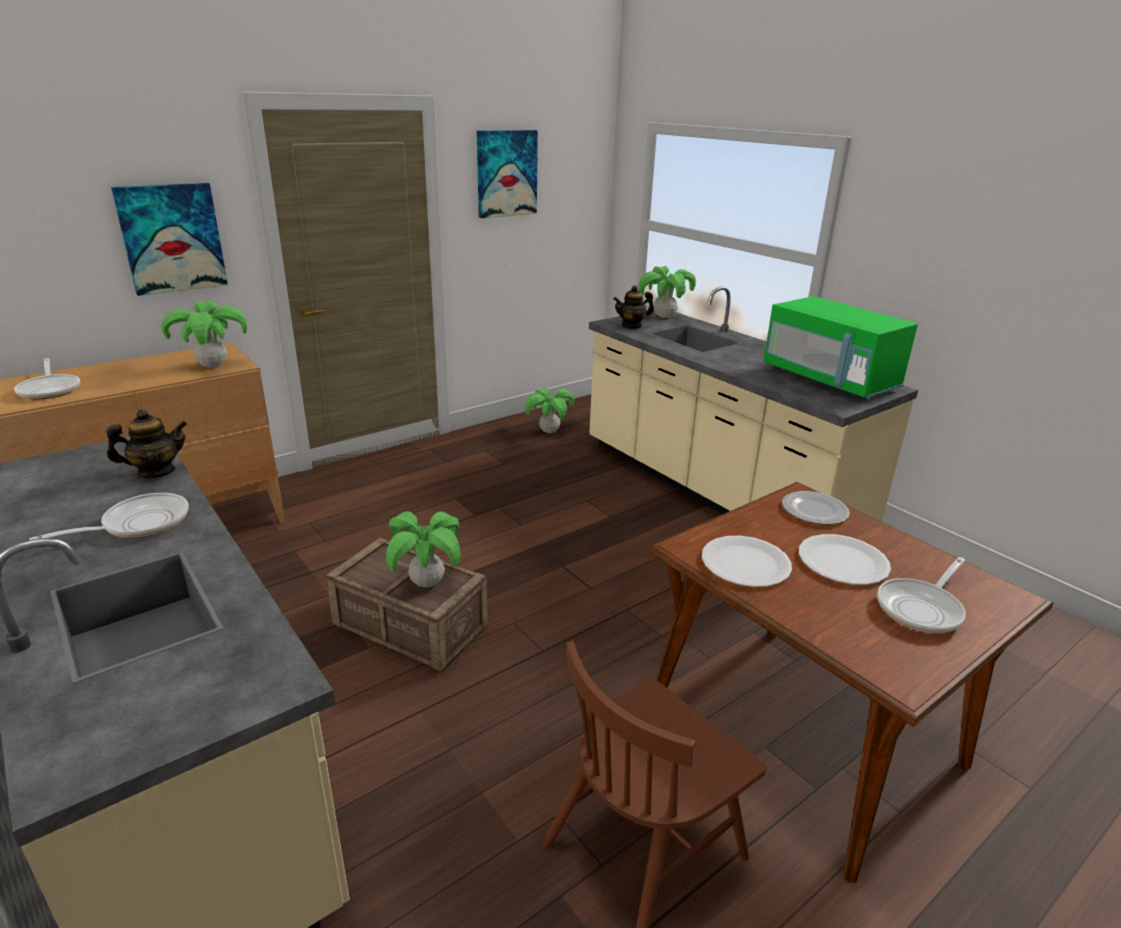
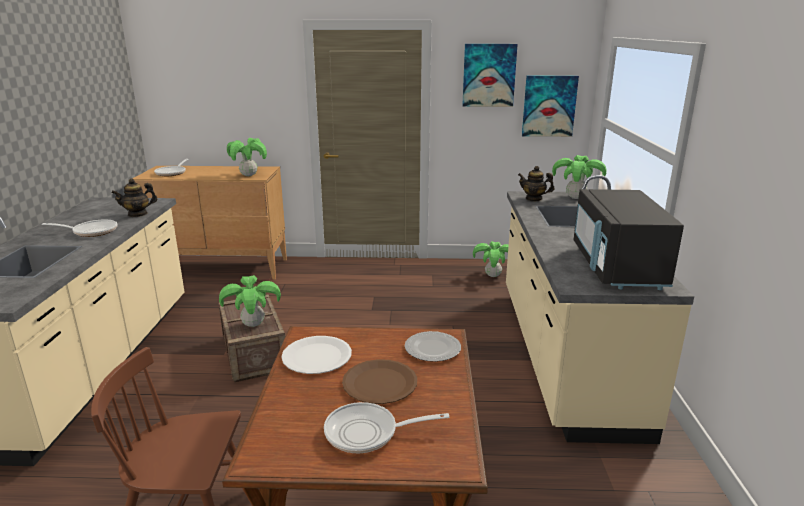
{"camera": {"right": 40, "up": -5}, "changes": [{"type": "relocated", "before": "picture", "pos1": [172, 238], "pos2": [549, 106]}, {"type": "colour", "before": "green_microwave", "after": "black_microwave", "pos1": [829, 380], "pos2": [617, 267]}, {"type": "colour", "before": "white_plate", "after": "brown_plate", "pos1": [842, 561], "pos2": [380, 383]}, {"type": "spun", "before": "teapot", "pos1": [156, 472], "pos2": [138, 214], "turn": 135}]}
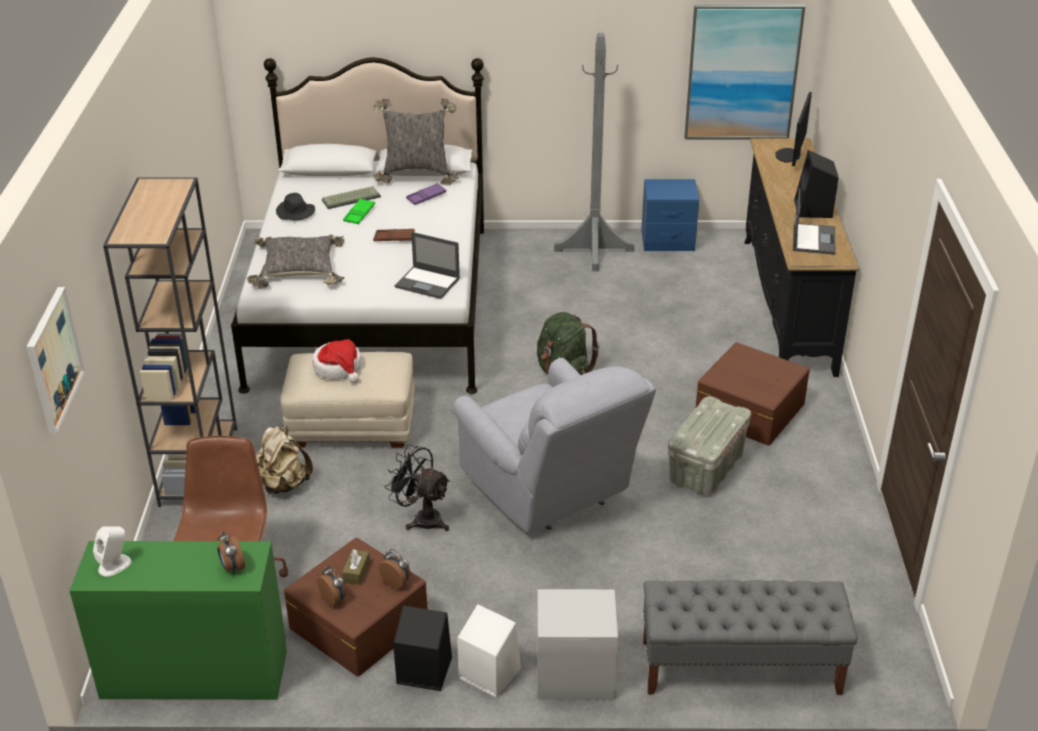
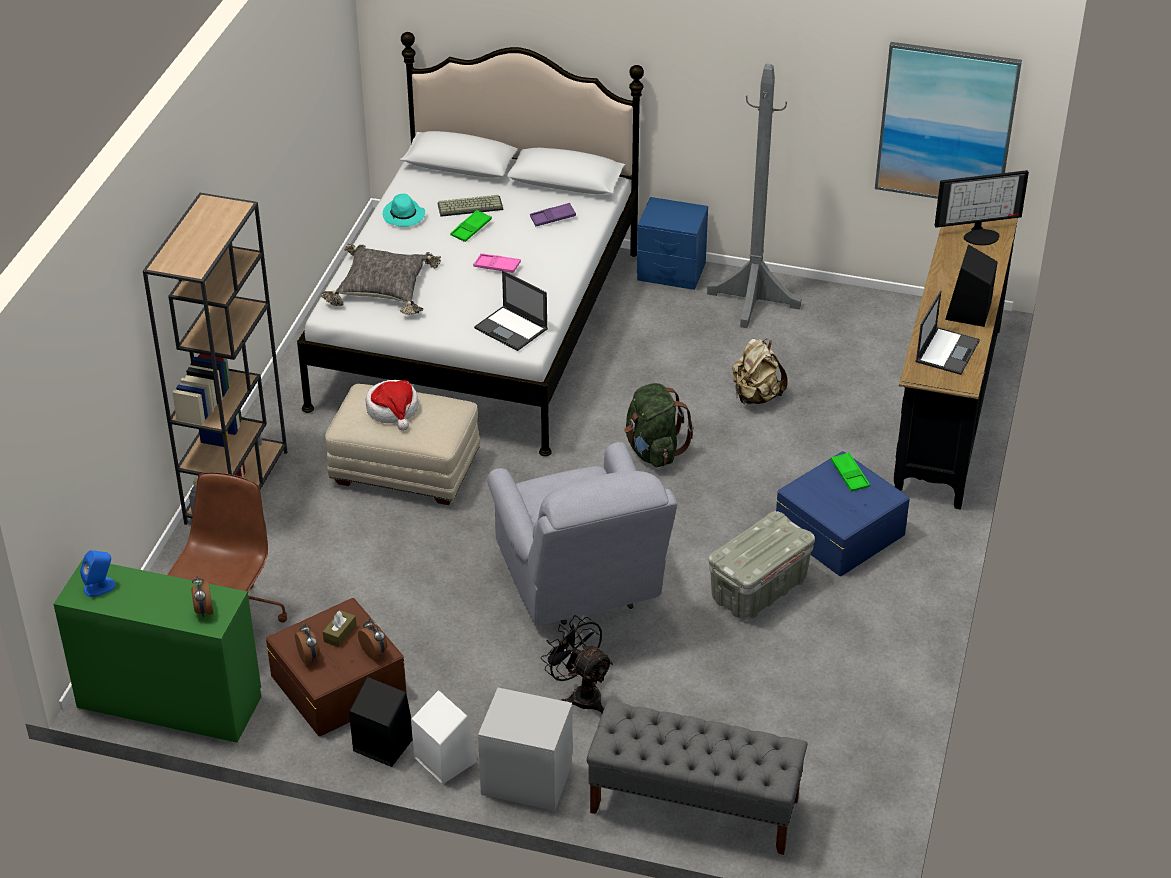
{"camera": {"right": 15, "up": 5}, "changes": [{"type": "missing", "before": "picture", "pos1": [53, 359]}, {"type": "missing", "before": "pillow", "pos1": [417, 178]}, {"type": "appeared", "after": "green_tray", "pos2": [849, 475]}, {"type": "relocated", "before": "beige_backpack", "pos1": [283, 484], "pos2": [756, 396]}, {"type": "relocated", "before": "black_fan", "pos1": [421, 518], "pos2": [581, 695]}, {"type": "relocated", "before": "blue_nightstand", "pos1": [667, 241], "pos2": [671, 272]}, {"type": "colour", "before": "white_speaker", "after": "blue_speaker", "pos1": [115, 565], "pos2": [100, 587]}, {"type": "colour", "before": "black_hat", "after": "turquoise_hat", "pos1": [296, 213], "pos2": [404, 216]}, {"type": "colour", "before": "brown_tray", "after": "pink_tray", "pos1": [394, 238], "pos2": [497, 266]}, {"type": "colour", "before": "brown_storage_box", "after": "blue_storage_box", "pos1": [749, 409], "pos2": [839, 530]}, {"type": "spun", "before": "monitor", "pos1": [790, 156], "pos2": [980, 235], "turn": -135}]}
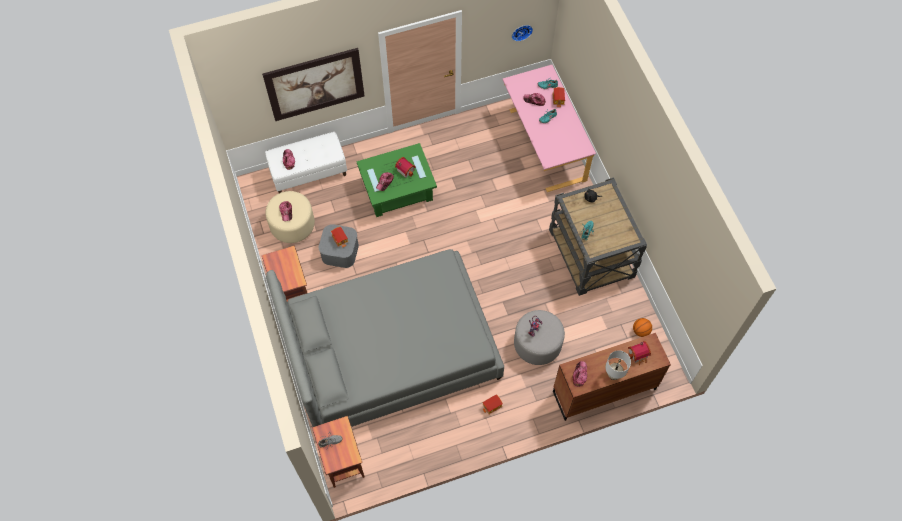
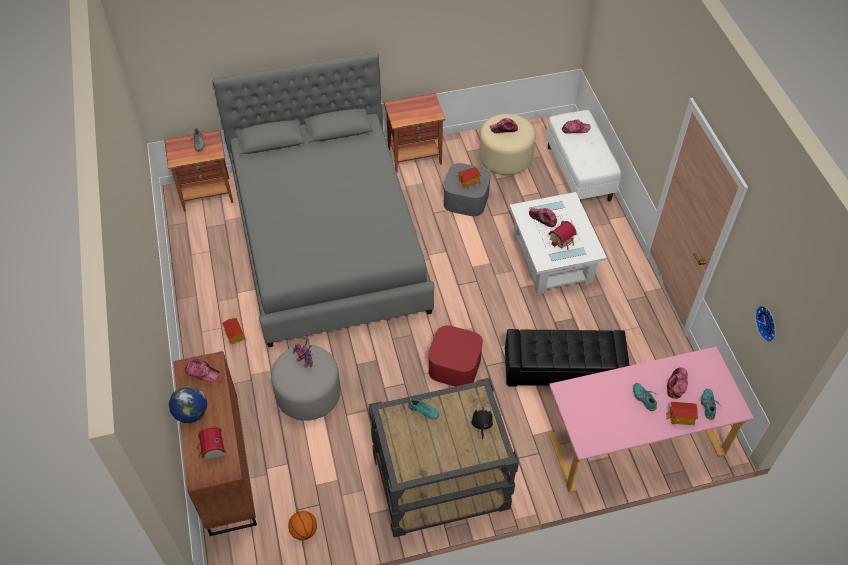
{"camera": {"right": 95, "up": -10}, "changes": [{"type": "missing", "before": "picture", "pos1": [315, 84]}, {"type": "appeared", "after": "red_storage_box", "pos2": [454, 365]}, {"type": "appeared", "after": "black_ottoman", "pos2": [563, 368]}, {"type": "exchanged", "before": "white_table_lamp", "after": "globe", "pos1": [613, 374], "pos2": [191, 413]}, {"type": "colour", "before": "green_coffee_table", "after": "white_coffee_table", "pos1": [398, 190], "pos2": [552, 258]}]}
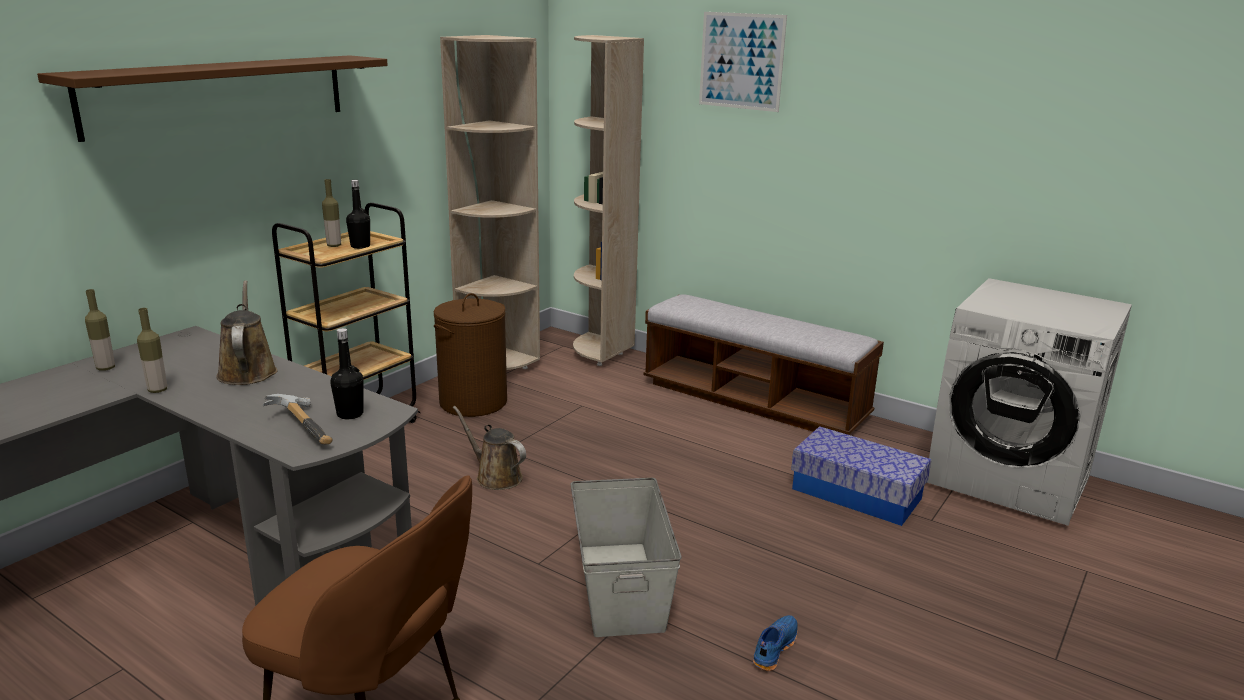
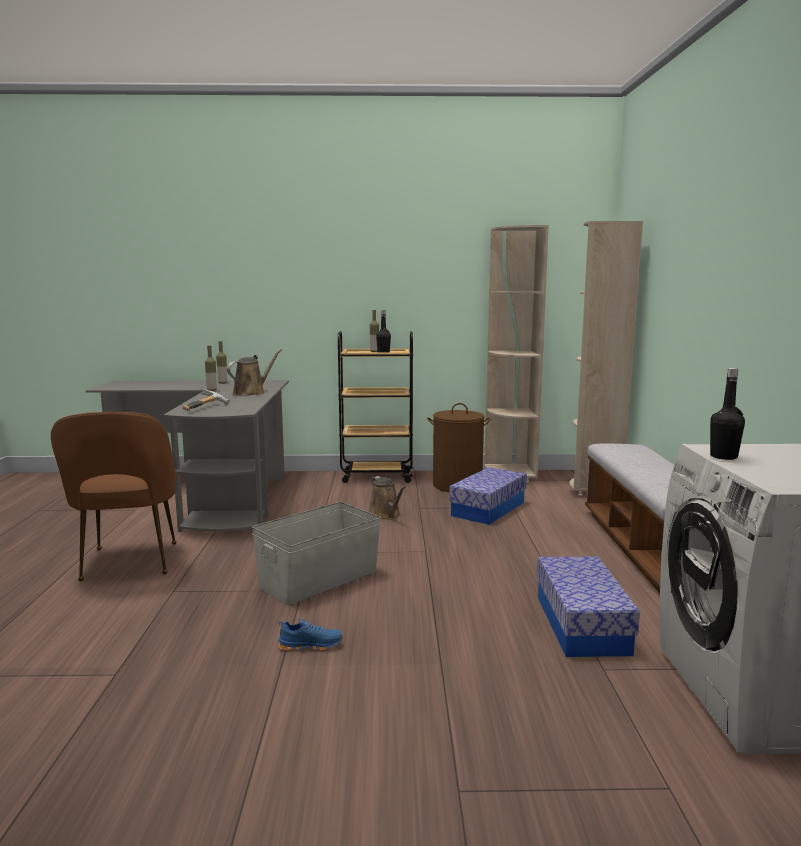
{"camera": {"right": 55, "up": -10}, "changes": [{"type": "missing", "before": "brown_shelf", "pos1": [220, 94]}, {"type": "missing", "before": "picture", "pos1": [741, 61]}, {"type": "appeared", "after": "storage_box", "pos2": [488, 509]}, {"type": "relocated", "before": "black_bottle", "pos1": [350, 414], "pos2": [723, 457]}, {"type": "spun", "before": "brown_watering_can", "pos1": [495, 476], "pos2": [386, 515], "turn": 150}]}
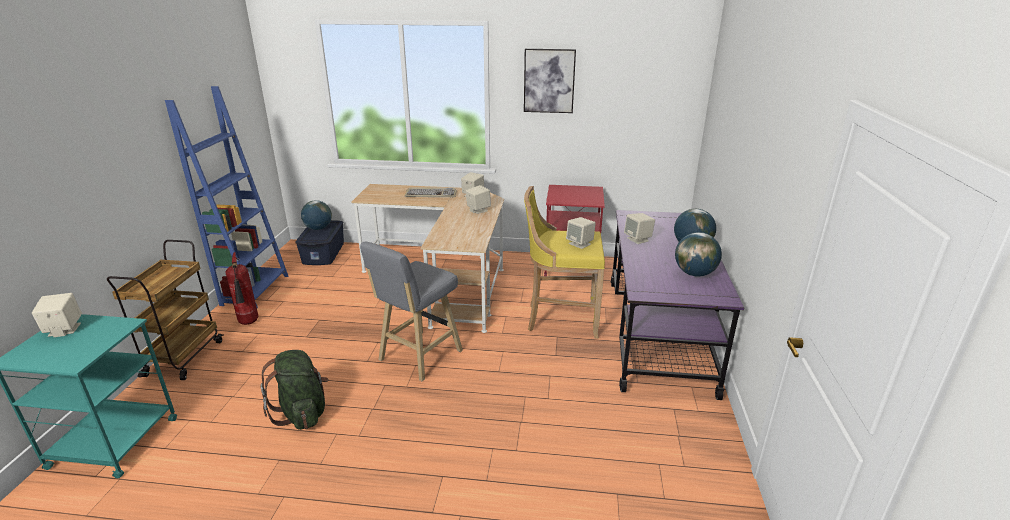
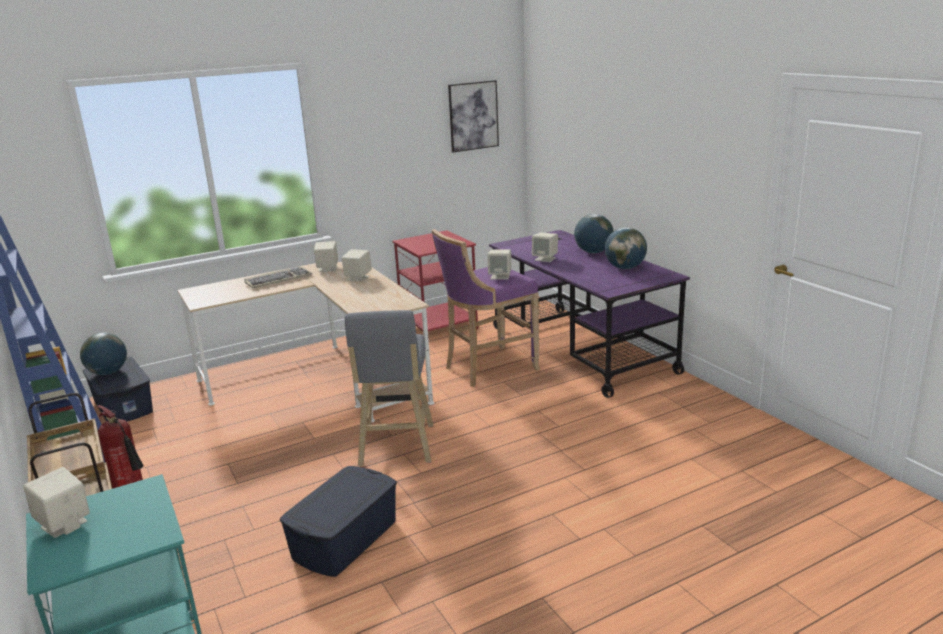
{"camera": {"right": -35, "up": -5}, "changes": [{"type": "relocated", "before": "picture", "pos1": [549, 81], "pos2": [473, 116]}, {"type": "exchanged", "before": "green_backpack", "after": "blue_storage_box", "pos1": [302, 413], "pos2": [344, 539]}, {"type": "colour", "before": "yellow_stool", "after": "purple_stool", "pos1": [560, 319], "pos2": [487, 368]}]}
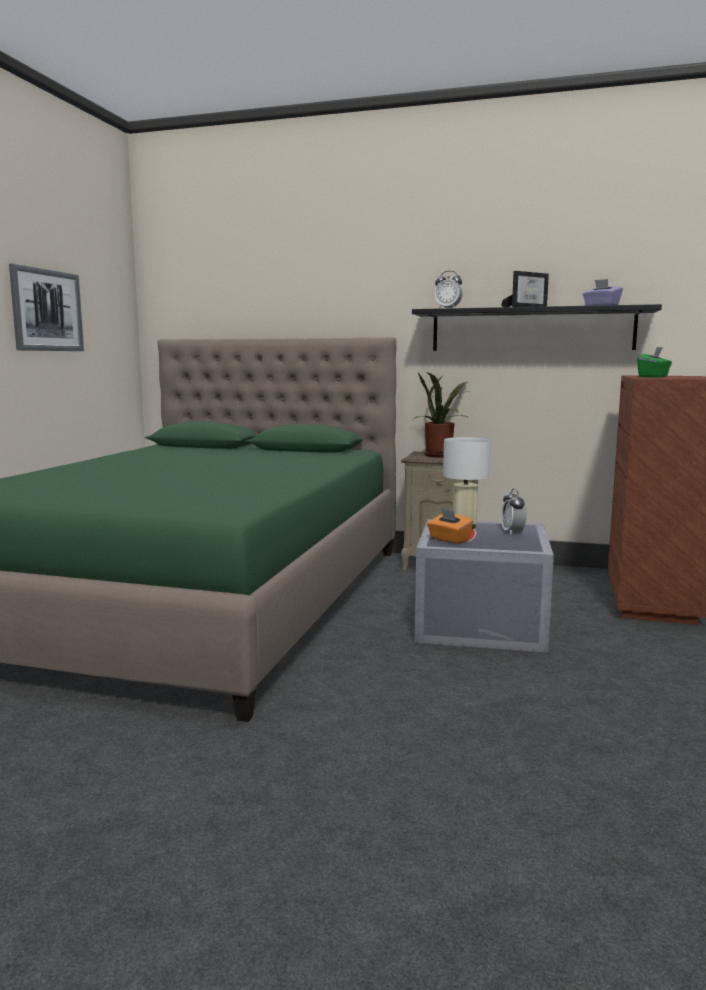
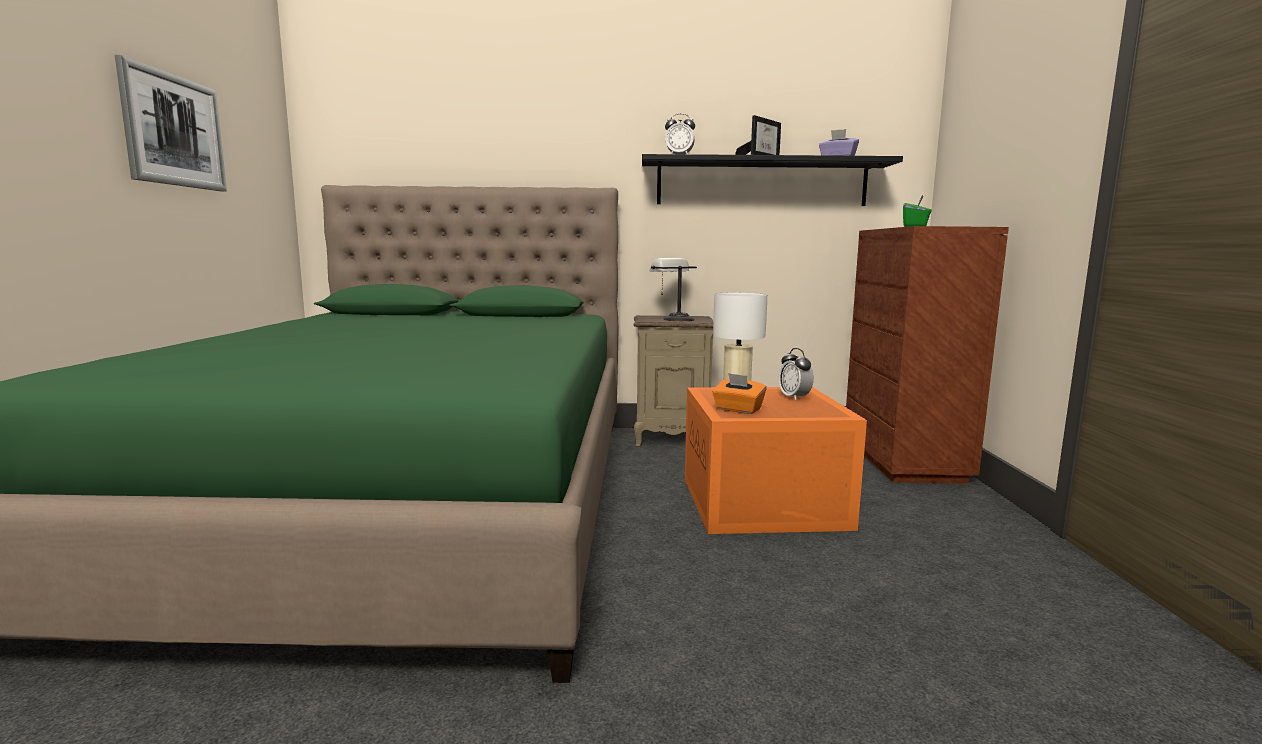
{"camera": {"right": -15, "up": 0}, "changes": [{"type": "exchanged", "before": "potted_plant", "after": "table_lamp", "pos1": [441, 456], "pos2": [673, 319]}, {"type": "colour", "before": "grey_storage_box", "after": "orange_storage_box", "pos1": [483, 624], "pos2": [765, 503]}]}
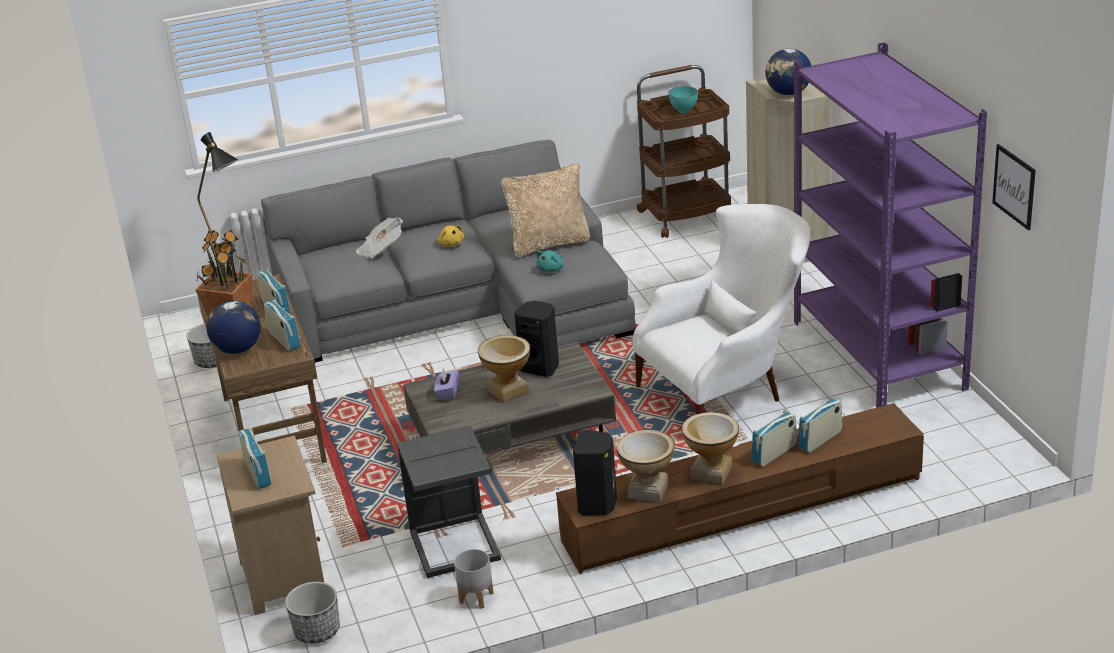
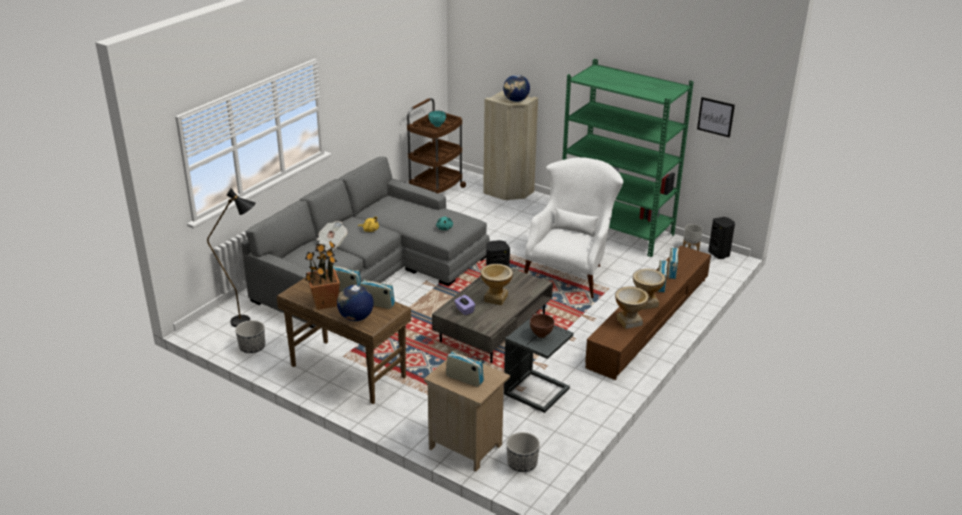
{"camera": {"right": -40, "up": 0}, "changes": [{"type": "missing", "before": "beige_pillow", "pos1": [550, 245]}, {"type": "appeared", "after": "brown_bowl", "pos2": [542, 335]}, {"type": "relocated", "before": "grey_planter", "pos1": [476, 598], "pos2": [691, 248]}, {"type": "relocated", "before": "black_speaker", "pos1": [598, 505], "pos2": [719, 254]}, {"type": "colour", "before": "purple_bookcase", "after": "green_bookcase", "pos1": [878, 354], "pos2": [616, 231]}]}
